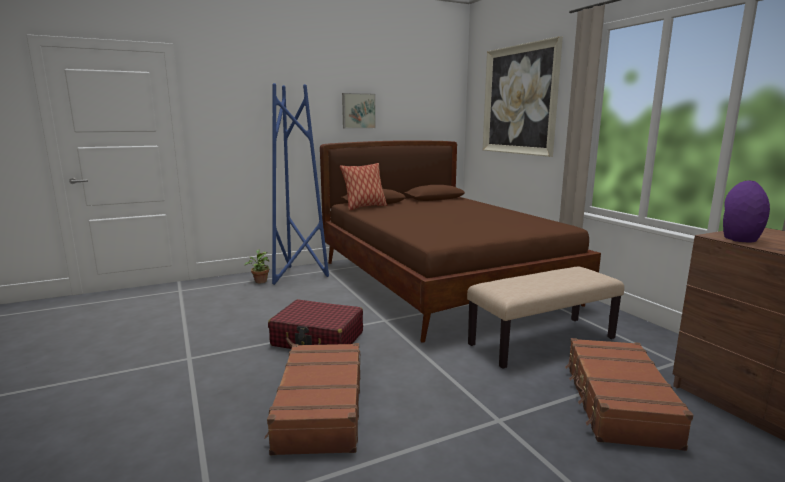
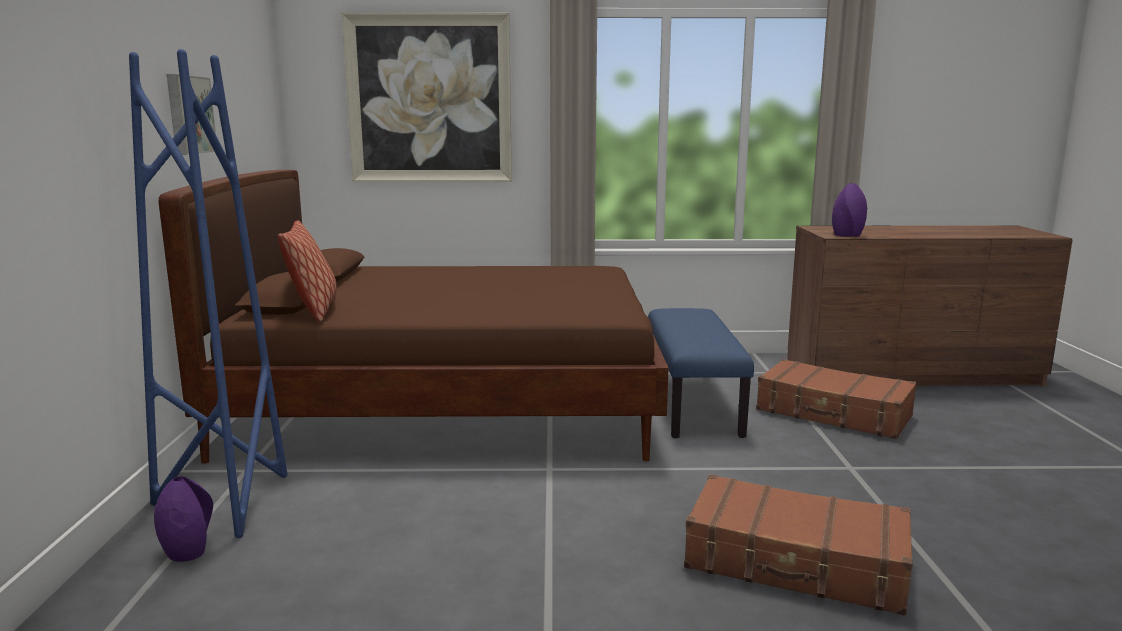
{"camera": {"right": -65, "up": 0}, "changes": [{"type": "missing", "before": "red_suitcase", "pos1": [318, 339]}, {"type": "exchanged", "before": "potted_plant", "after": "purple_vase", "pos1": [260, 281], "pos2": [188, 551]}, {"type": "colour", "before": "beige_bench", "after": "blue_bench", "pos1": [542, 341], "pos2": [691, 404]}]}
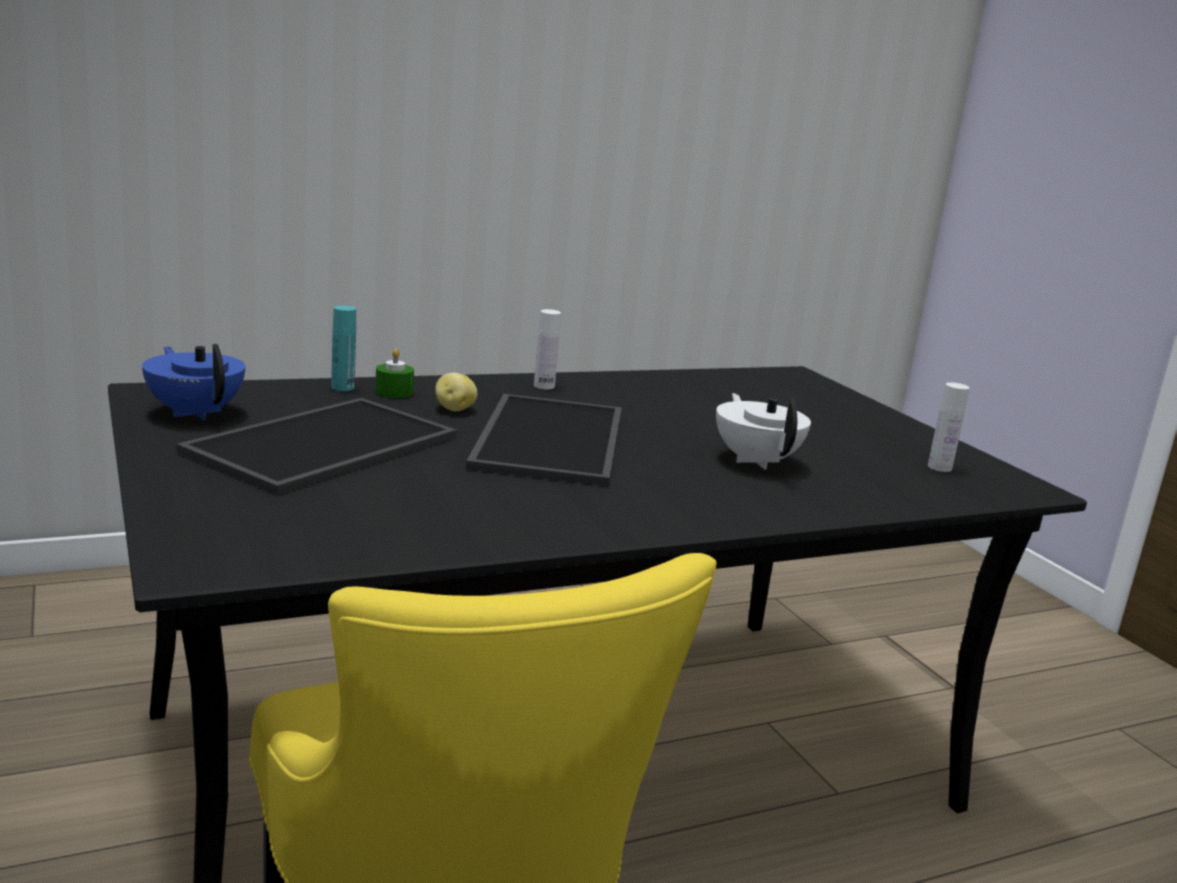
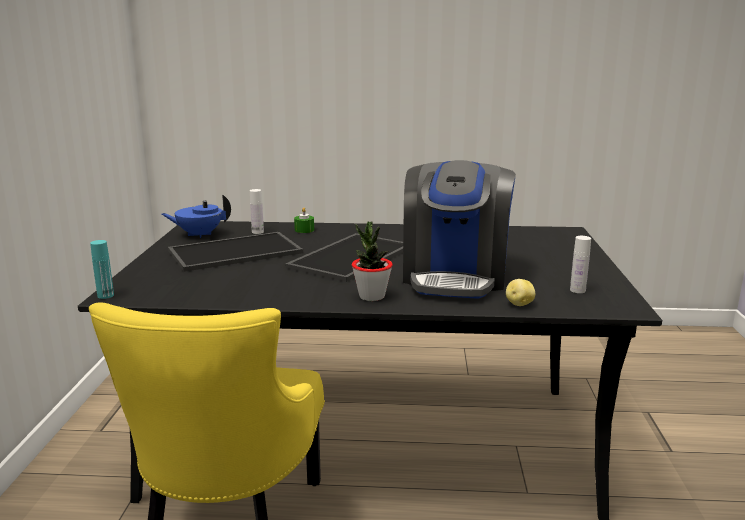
{"camera": {"right": 30, "up": 0}, "changes": [{"type": "appeared", "after": "potted_plant", "pos2": [371, 296]}, {"type": "relocated", "before": "turquoise_bottle", "pos1": [342, 388], "pos2": [105, 295]}, {"type": "relocated", "before": "potato", "pos1": [454, 409], "pos2": [519, 304]}, {"type": "relocated", "before": "white_bottle", "pos1": [544, 386], "pos2": [257, 232]}, {"type": "exchanged", "before": "white_teapot", "after": "coffee_machine", "pos1": [756, 461], "pos2": [455, 277]}, {"type": "spun", "before": "blue_teapot", "pos1": [195, 413], "pos2": [199, 235], "turn": -90}]}
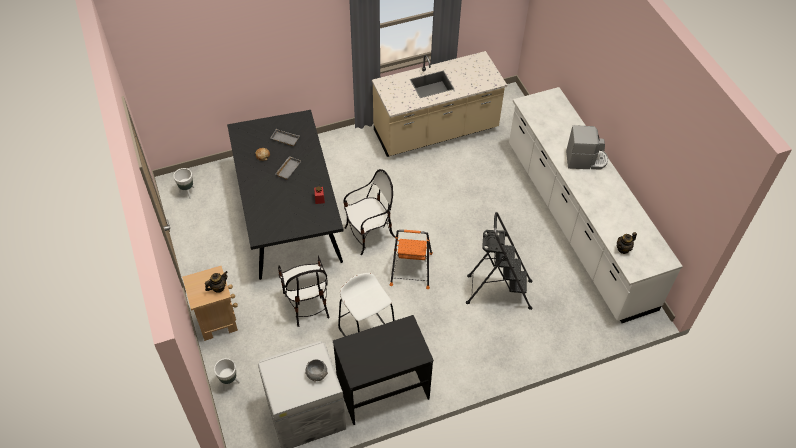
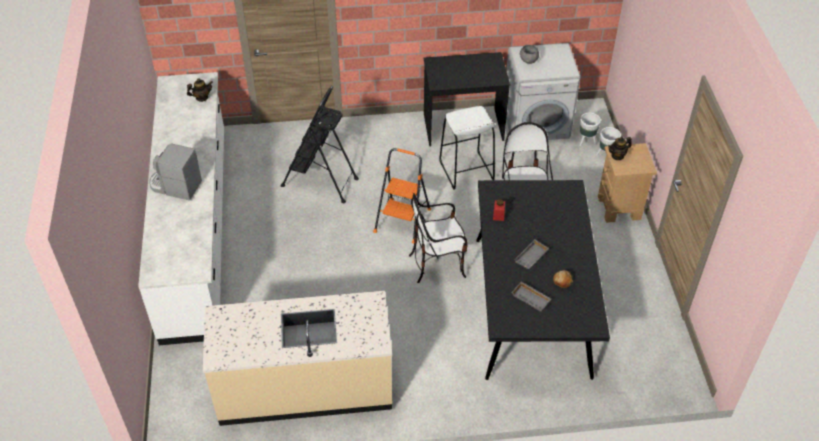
{"camera": {"right": -165, "up": -5}, "changes": [{"type": "relocated", "before": "white_planter", "pos1": [187, 192], "pos2": [586, 141]}]}
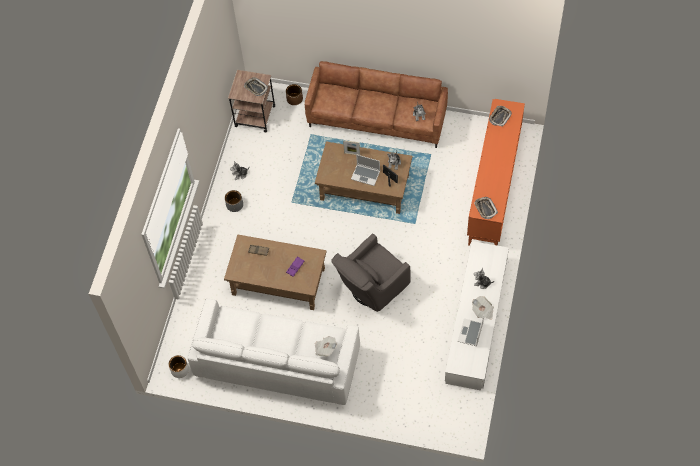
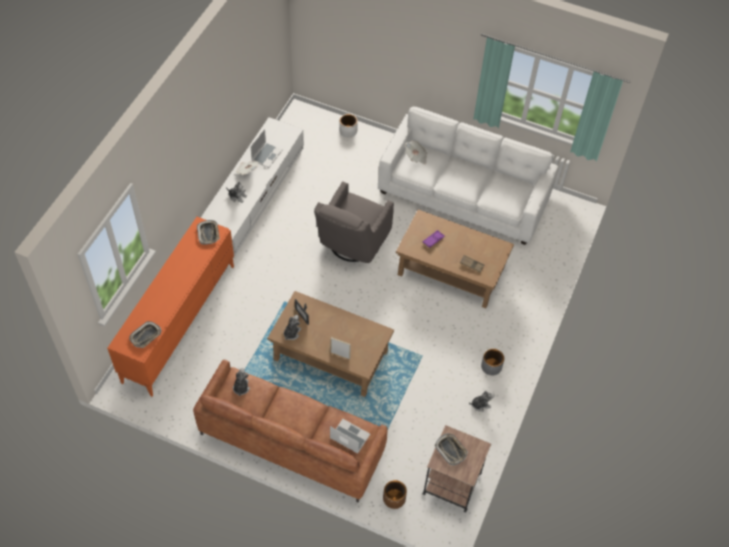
{"camera": {"right": -175, "up": -5}, "changes": [{"type": "relocated", "before": "white_planter", "pos1": [179, 370], "pos2": [348, 131]}, {"type": "relocated", "before": "laptop", "pos1": [366, 175], "pos2": [349, 437]}, {"type": "spun", "before": "grey_armchair", "pos1": [371, 288], "pos2": [352, 244], "turn": 150}]}
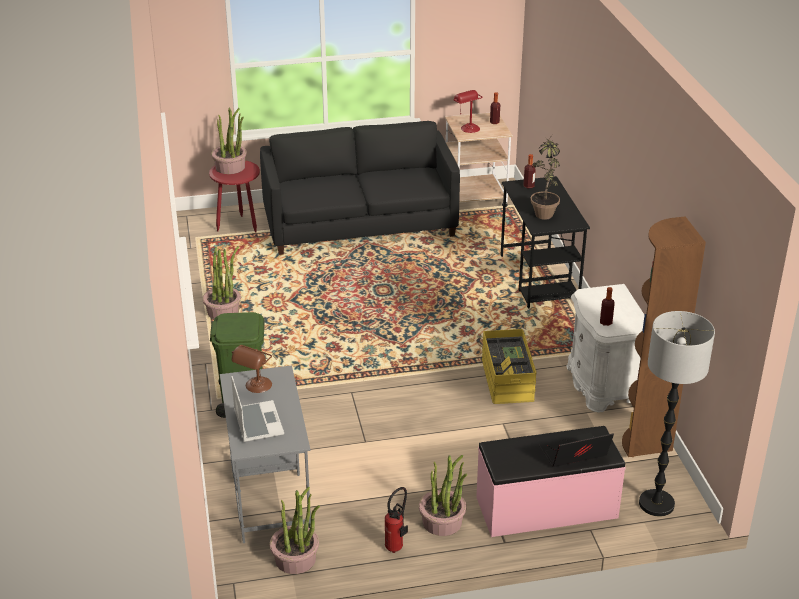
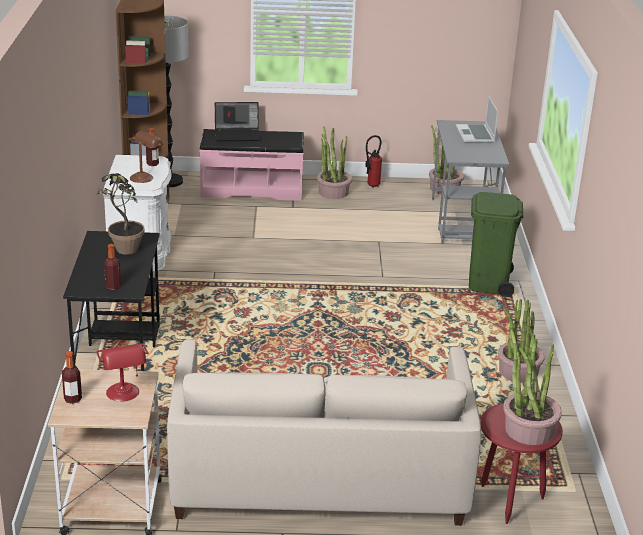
{"camera": {"right": -170, "up": -5}, "changes": [{"type": "missing", "before": "yellow_storage_box", "pos1": [508, 379]}, {"type": "relocated", "before": "brown_table_lamp", "pos1": [256, 388], "pos2": [144, 176]}, {"type": "colour", "before": "black_sofa", "after": "beige_sofa", "pos1": [360, 224], "pos2": [318, 478]}]}
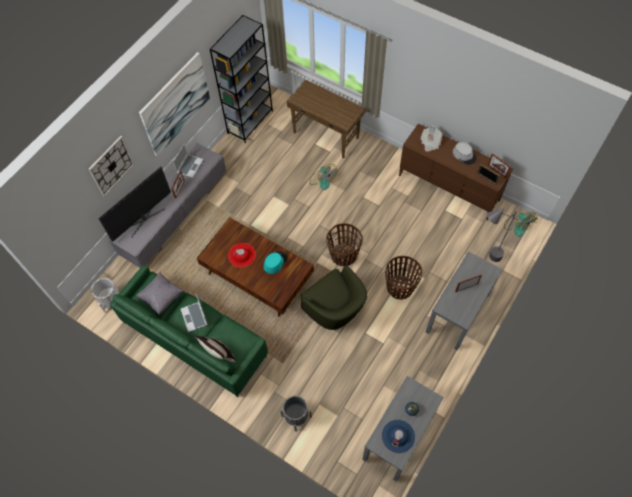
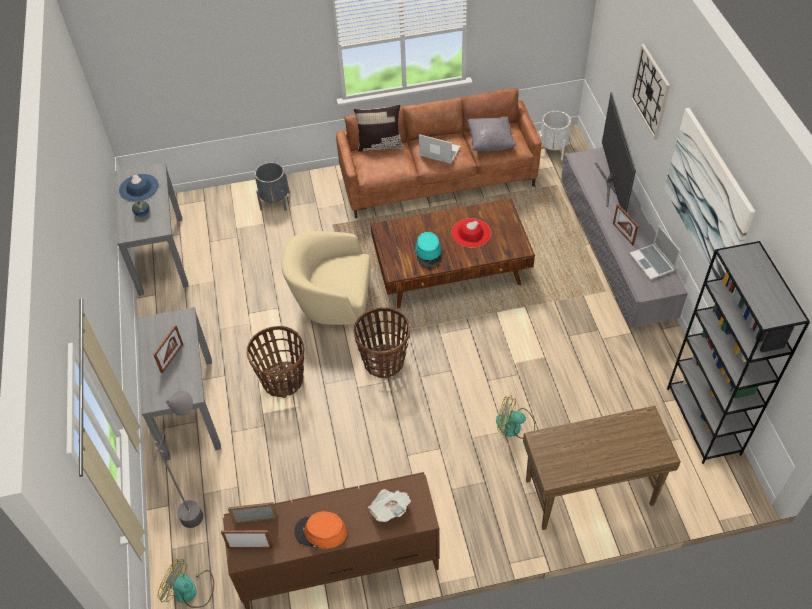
{"camera": {"right": 135, "up": -10}, "changes": [{"type": "colour", "before": "green_sofa", "after": "brown_sofa", "pos1": [195, 338], "pos2": [438, 182]}, {"type": "colour", "before": "green_armchair", "after": "beige_armchair", "pos1": [334, 310], "pos2": [332, 302]}, {"type": "colour", "before": "grey_hat", "after": "orange_hat", "pos1": [464, 155], "pos2": [320, 532]}]}
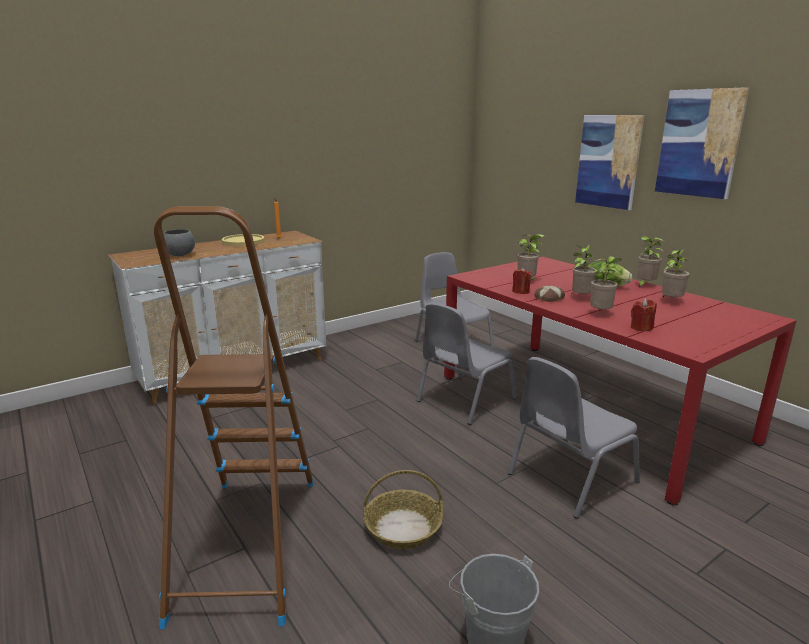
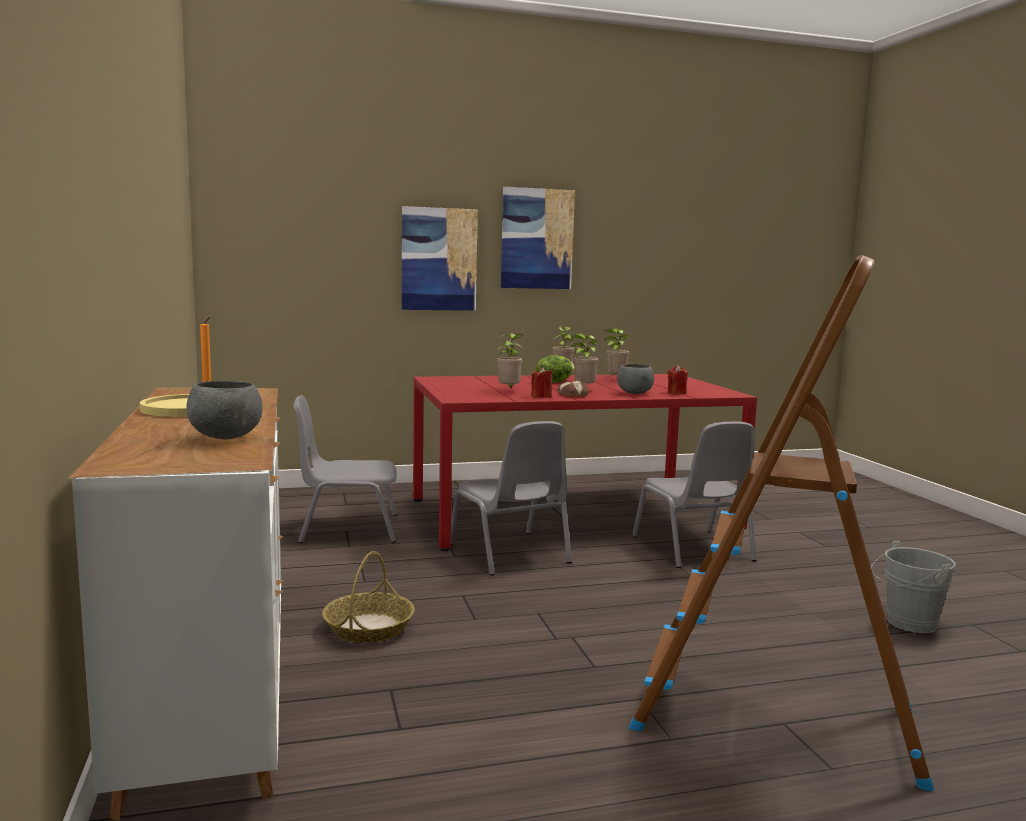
{"camera": {"right": -70, "up": -10}, "changes": [{"type": "relocated", "before": "basket", "pos1": [402, 528], "pos2": [369, 628]}, {"type": "exchanged", "before": "potted_plant", "after": "grey_bowl", "pos1": [601, 314], "pos2": [634, 393]}]}
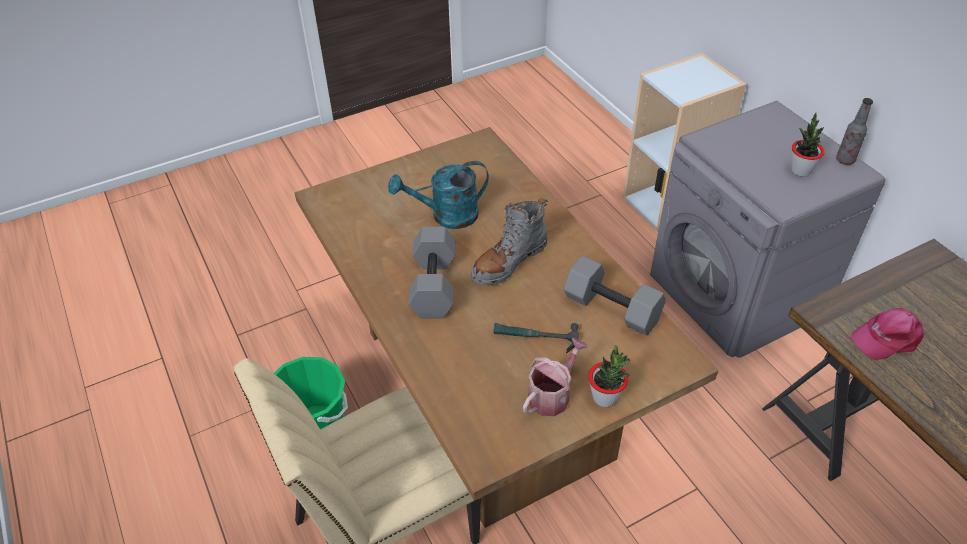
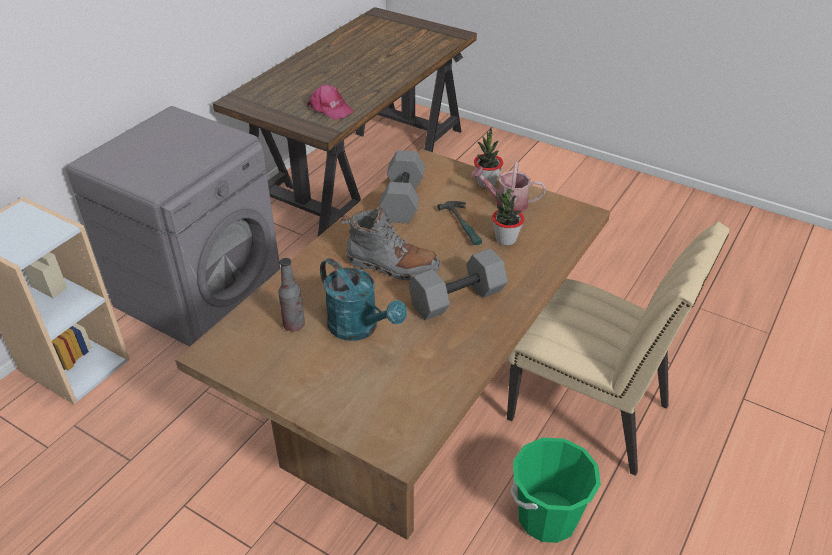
{"camera": {"right": -120, "up": -5}, "changes": [{"type": "relocated", "before": "potted_plant", "pos1": [800, 170], "pos2": [506, 239]}, {"type": "relocated", "before": "bottle", "pos1": [845, 160], "pos2": [294, 325]}]}
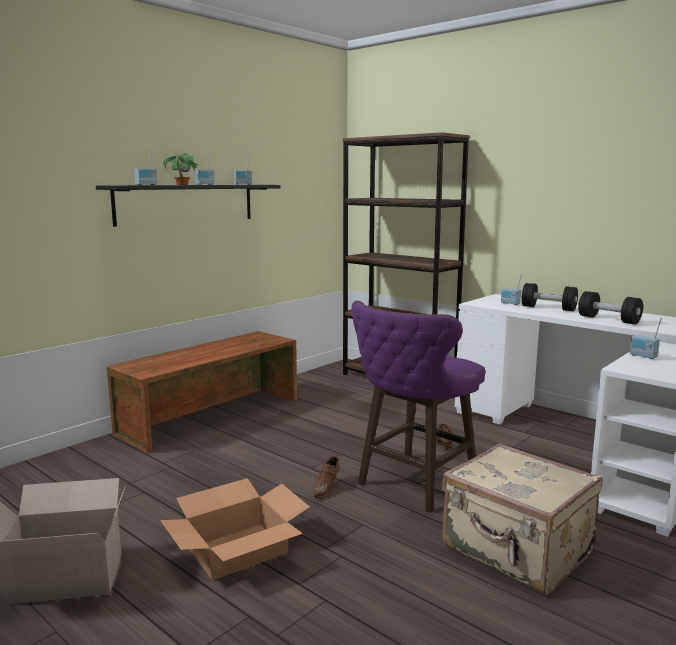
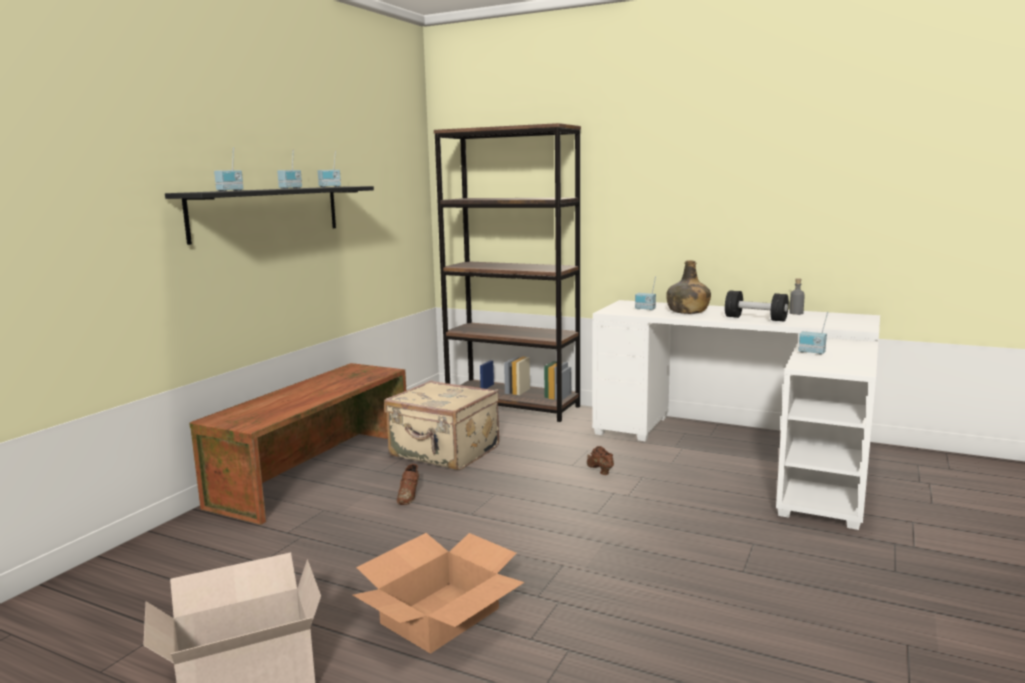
{"camera": {"right": -15, "up": 0}, "changes": [{"type": "missing", "before": "potted_plant", "pos1": [181, 184]}, {"type": "missing", "before": "purple_stool", "pos1": [414, 483]}, {"type": "appeared", "after": "grey_bottle", "pos2": [796, 313]}, {"type": "relocated", "before": "brown_shoe", "pos1": [327, 488], "pos2": [409, 495]}, {"type": "relocated", "before": "beige_suitcase", "pos1": [517, 551], "pos2": [444, 453]}, {"type": "exchanged", "before": "black_dumbbell", "after": "green_bottle", "pos1": [548, 308], "pos2": [687, 311]}]}
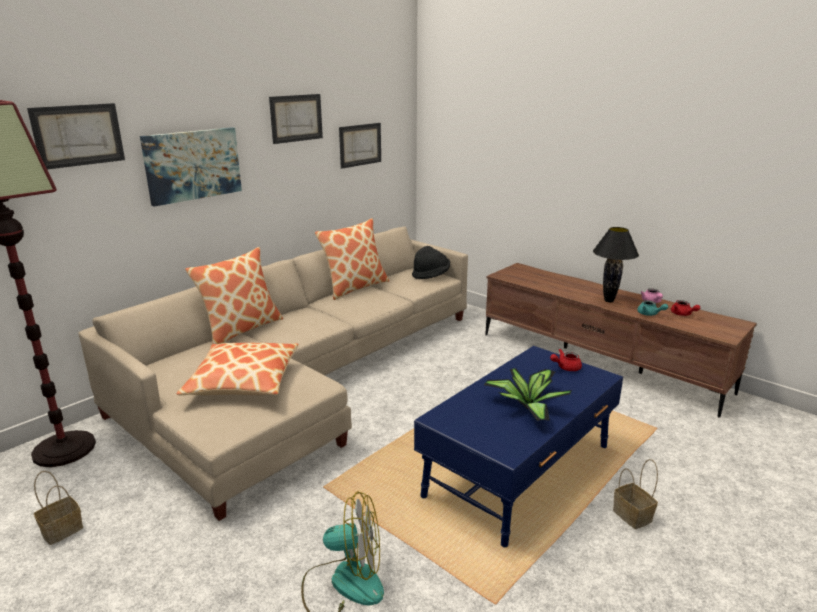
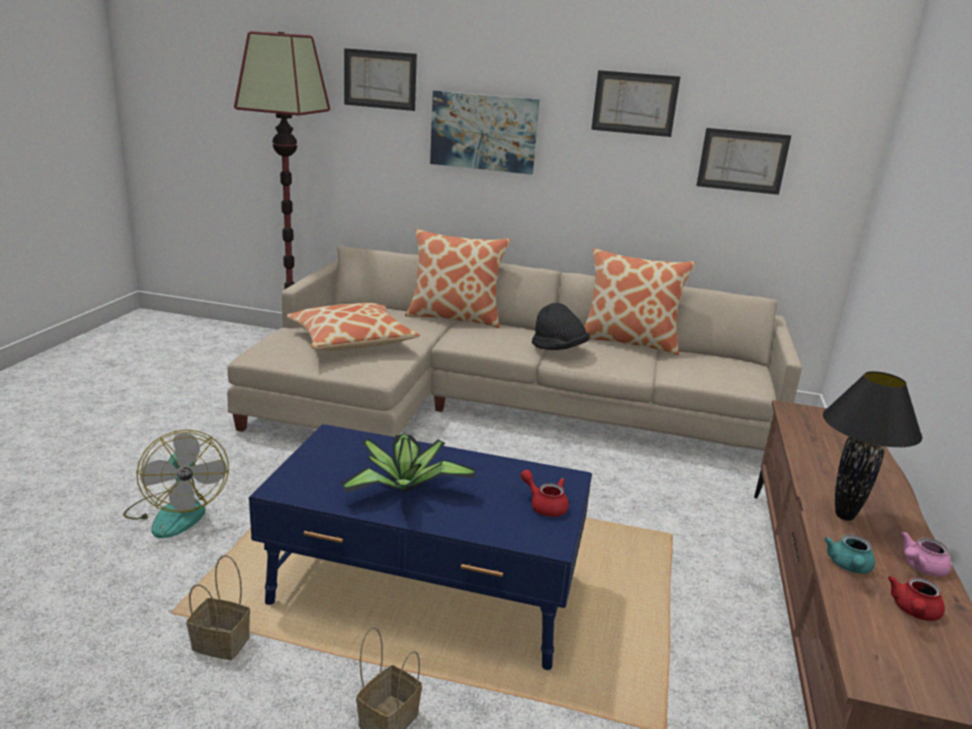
{"camera": {"right": 60, "up": 0}, "changes": [{"type": "relocated", "before": "basket", "pos1": [61, 531], "pos2": [218, 643]}, {"type": "relocated", "before": "black_hat", "pos1": [431, 275], "pos2": [559, 349]}]}
